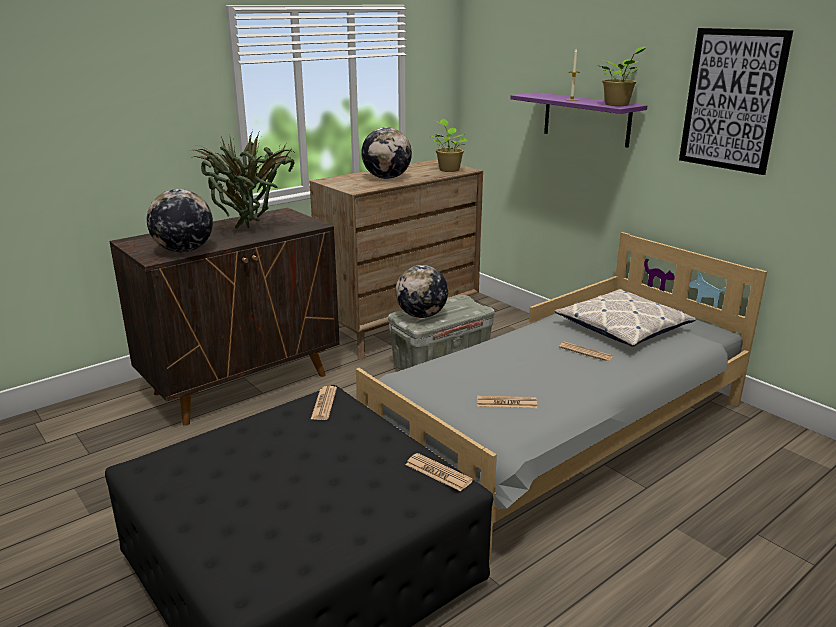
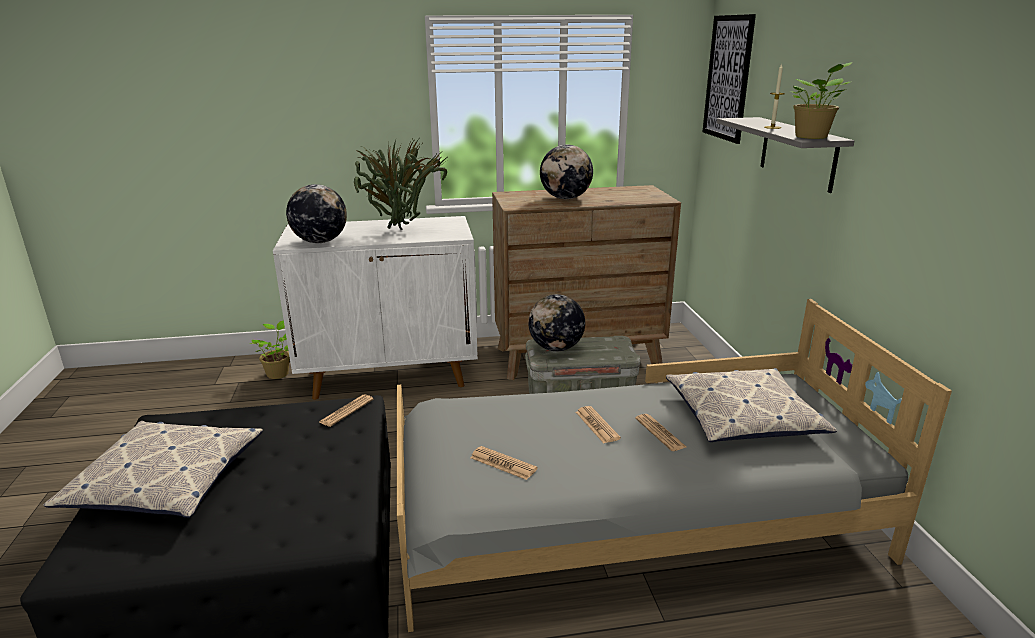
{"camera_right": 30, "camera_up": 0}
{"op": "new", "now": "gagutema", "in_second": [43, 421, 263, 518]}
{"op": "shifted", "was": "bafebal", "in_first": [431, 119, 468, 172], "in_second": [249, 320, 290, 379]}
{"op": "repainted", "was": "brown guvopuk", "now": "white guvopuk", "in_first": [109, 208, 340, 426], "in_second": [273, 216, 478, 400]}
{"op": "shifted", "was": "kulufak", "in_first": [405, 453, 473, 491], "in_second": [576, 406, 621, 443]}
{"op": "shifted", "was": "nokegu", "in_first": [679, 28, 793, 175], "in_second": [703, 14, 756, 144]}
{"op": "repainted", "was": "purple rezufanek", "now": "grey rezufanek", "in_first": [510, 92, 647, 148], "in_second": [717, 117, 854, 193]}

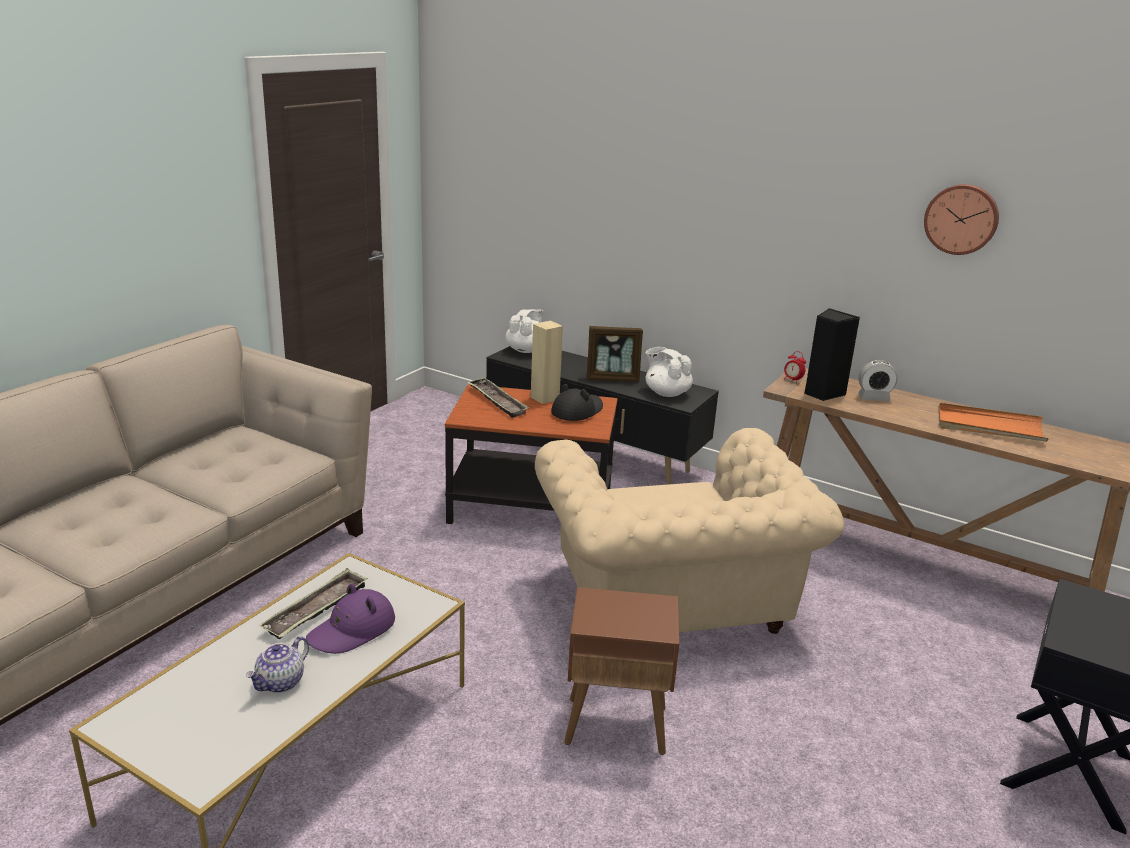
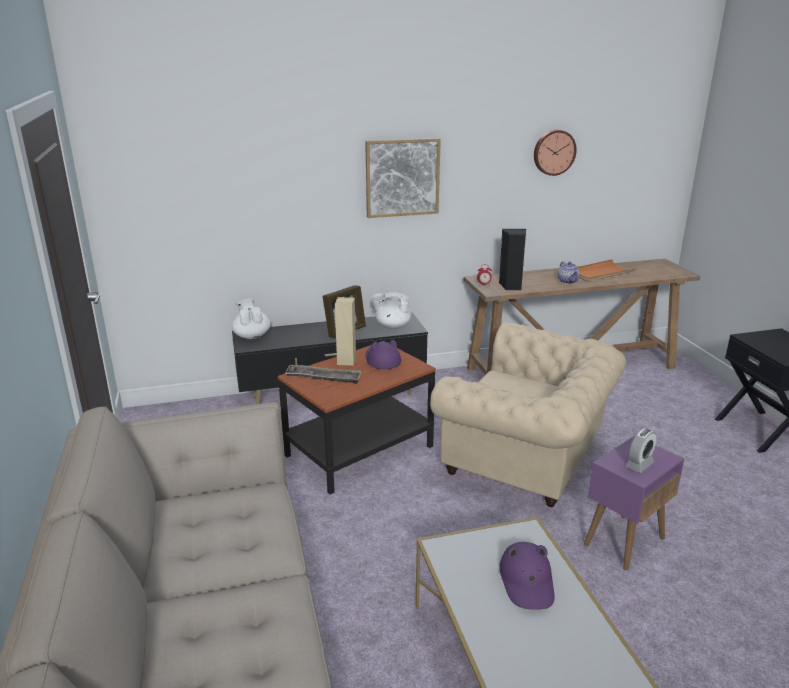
{"camera_right": -45, "camera_up": 0}
{"op": "new", "now": "nokegu", "in_second": [365, 138, 441, 218]}
{"op": "repainted", "was": "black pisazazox", "now": "purple pisazazox", "in_first": [551, 384, 603, 421], "in_second": [366, 340, 401, 369]}
{"op": "shifted", "was": "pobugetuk", "in_first": [246, 636, 309, 693], "in_second": [558, 261, 580, 284]}
{"op": "repainted", "was": "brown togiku", "now": "purple togiku", "in_first": [564, 587, 679, 755], "in_second": [584, 436, 684, 571]}
{"op": "shifted", "was": "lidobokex", "in_first": [858, 360, 897, 401], "in_second": [625, 429, 656, 473]}
{"op": "gone", "was": "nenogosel", "in_first": [259, 568, 368, 639]}

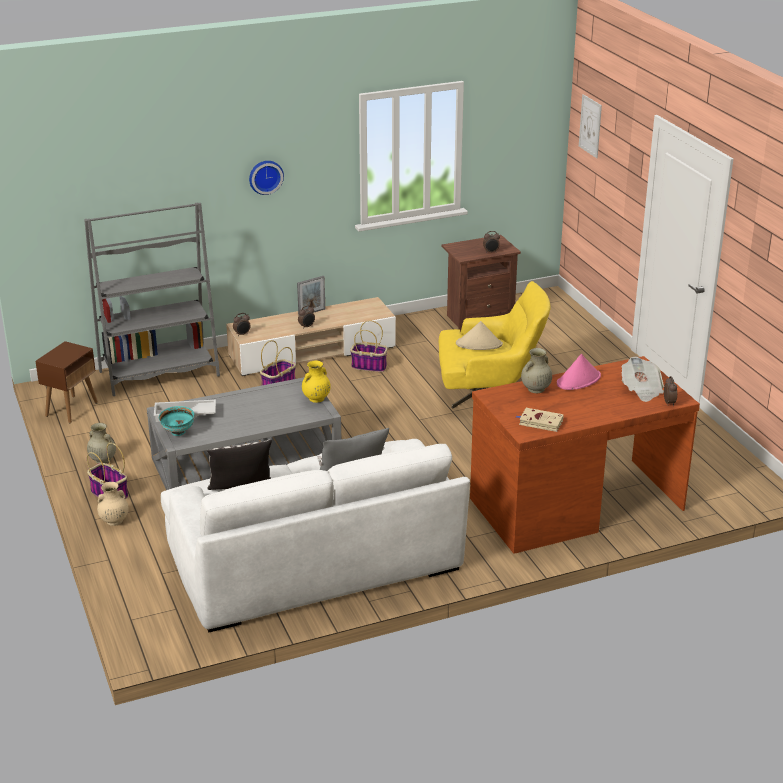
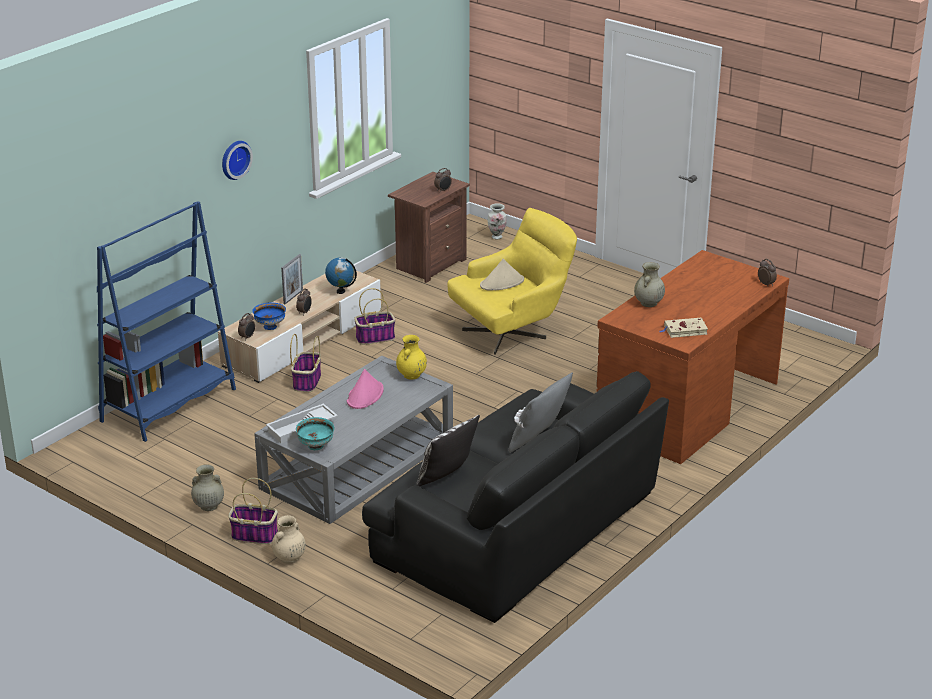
{"camera_right": -30, "camera_up": 0}
{"op": "repainted", "was": "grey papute", "now": "blue papute", "in_first": [84, 203, 220, 396], "in_second": [97, 201, 236, 442]}
{"op": "new", "now": "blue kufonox", "in_second": [252, 303, 286, 330]}
{"op": "new", "now": "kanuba", "in_second": [325, 257, 357, 294]}
{"op": "shifted", "was": "pink pisazazox", "in_first": [557, 354, 601, 390], "in_second": [347, 369, 384, 409]}
{"op": "repainted", "was": "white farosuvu", "now": "black farosuvu", "in_first": [161, 439, 470, 633], "in_second": [362, 371, 669, 623]}
{"op": "new", "now": "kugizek", "in_second": [488, 203, 507, 239]}
{"op": "gone", "was": "brown togiku", "in_first": [35, 341, 98, 423]}
{"op": "gone", "was": "nokegu", "in_first": [579, 94, 602, 158]}
{"op": "gone", "was": "kulufak", "in_first": [622, 357, 664, 402]}

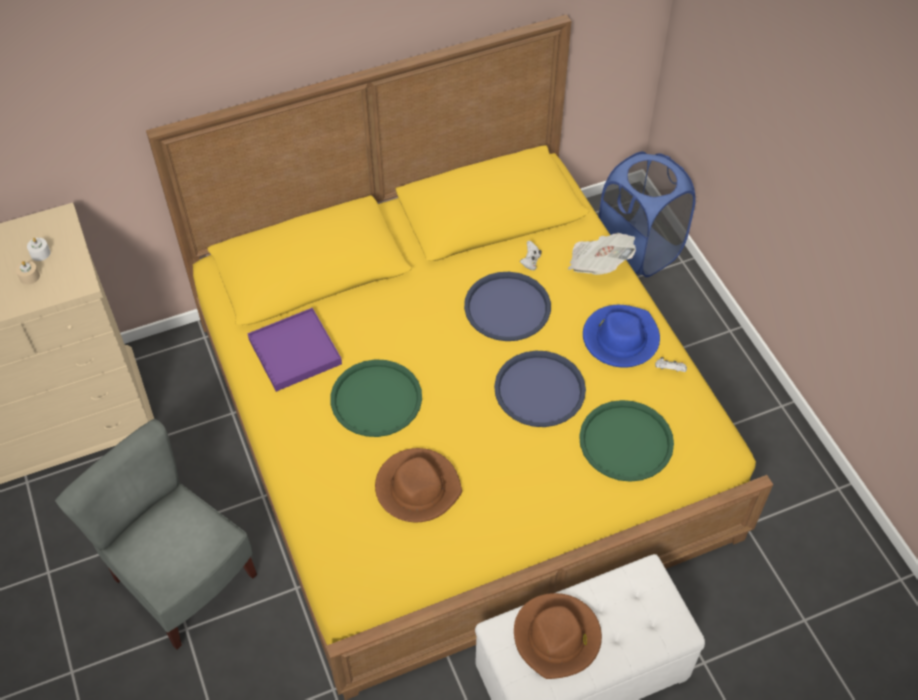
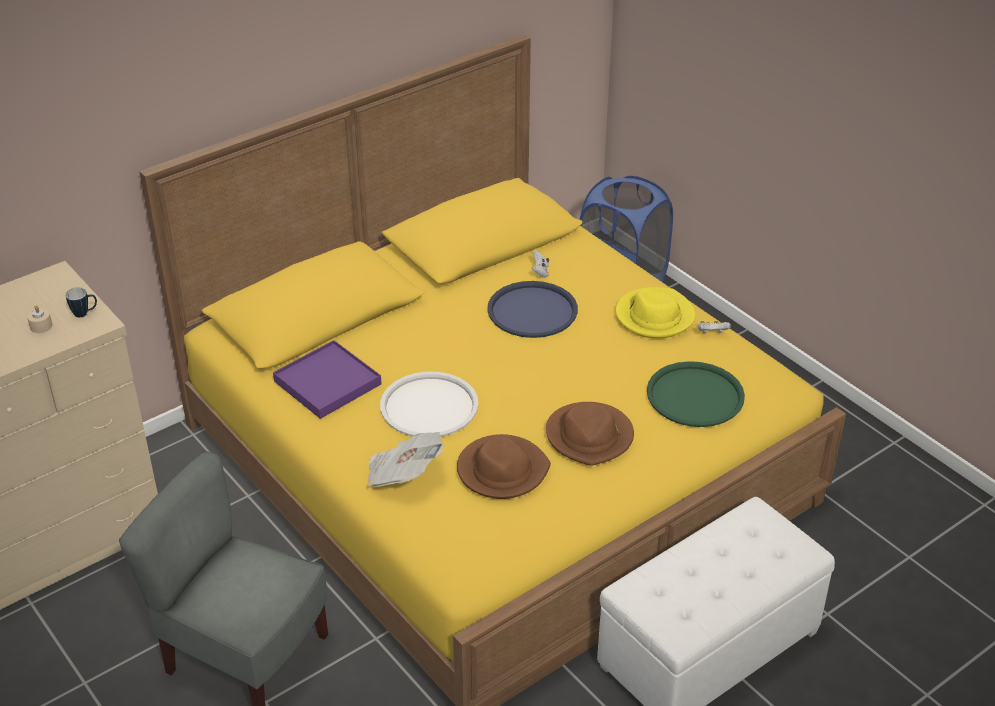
{"camera_right": -15, "camera_up": -15}
{"op": "new", "now": "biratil", "in_second": [66, 287, 97, 317]}
{"op": "shifted", "was": "kulufak", "in_first": [568, 233, 636, 275], "in_second": [367, 432, 444, 487]}
{"op": "repainted", "was": "green nenogosel", "now": "white nenogosel", "in_first": [330, 359, 422, 437], "in_second": [380, 372, 478, 437]}
{"op": "shifted", "was": "brown pisazazox", "in_first": [514, 593, 602, 679], "in_second": [546, 402, 634, 466]}
{"op": "repainted", "was": "blue pisazazox", "now": "yellow pisazazox", "in_first": [583, 305, 660, 368], "in_second": [615, 287, 695, 339]}
{"op": "gone", "was": "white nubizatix", "in_first": [27, 238, 50, 261]}
{"op": "gone", "was": "blue nenogosel", "in_first": [494, 351, 586, 427]}

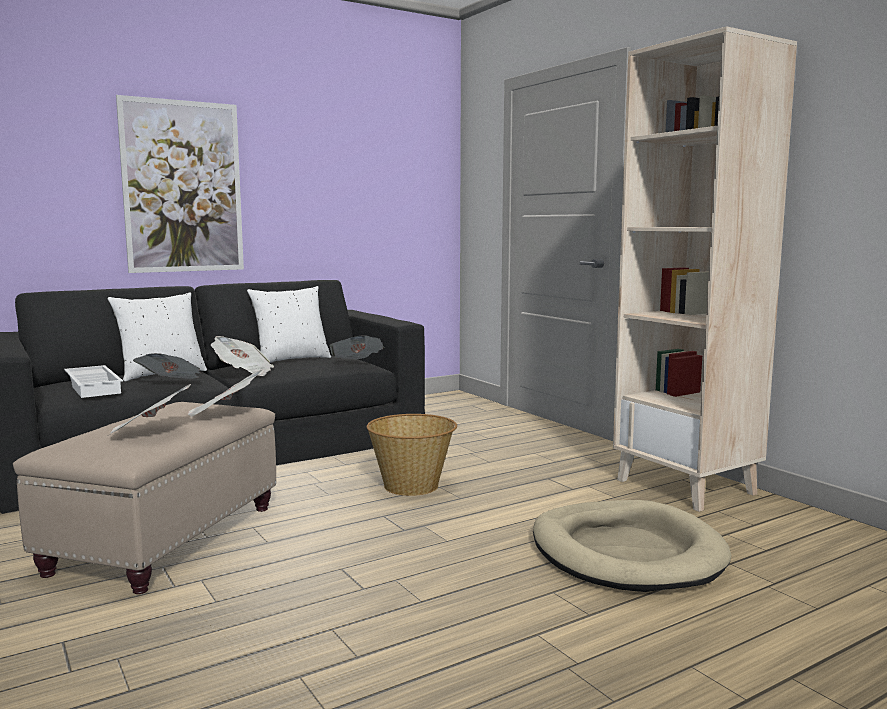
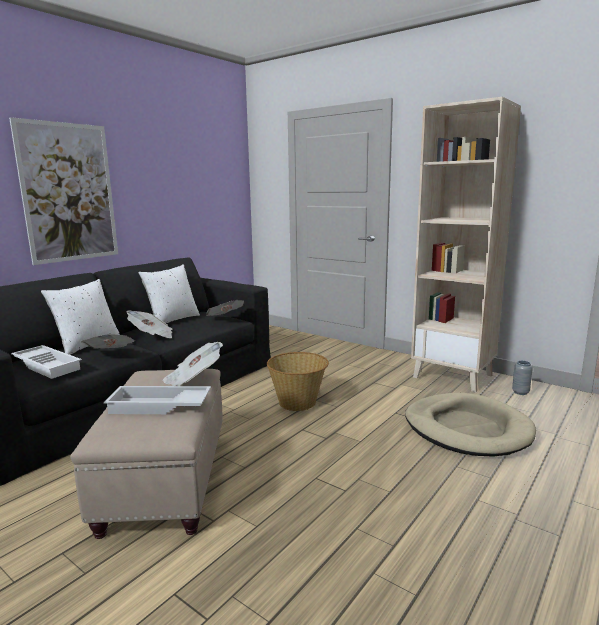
{"camera_right": -20, "camera_up": 5}
{"op": "swapped", "was": "kulufak", "now": "white nenogosel", "in_first": [106, 384, 191, 437], "in_second": [104, 386, 211, 414]}
{"op": "new", "now": "grey kugizek", "in_second": [512, 360, 533, 395]}

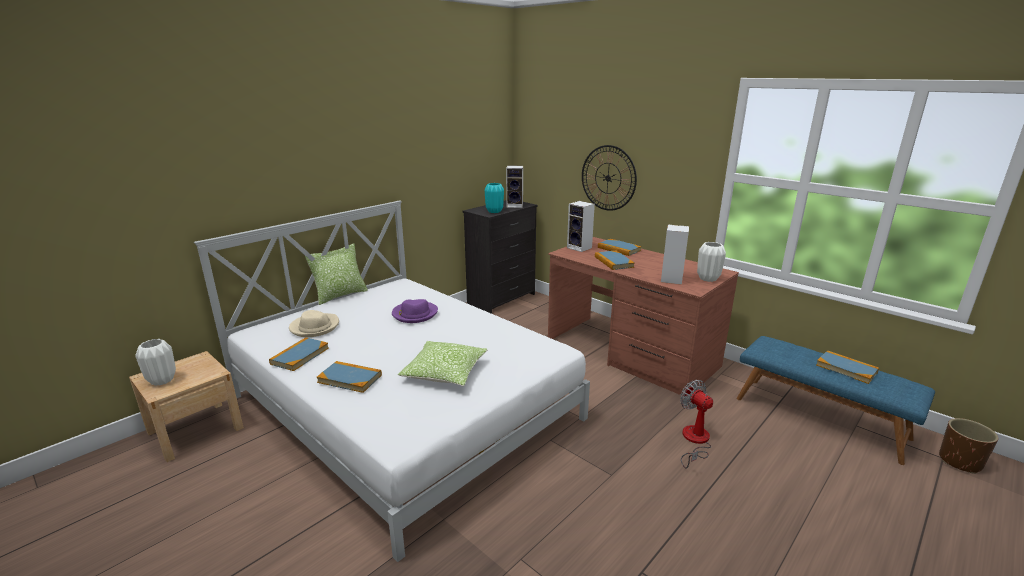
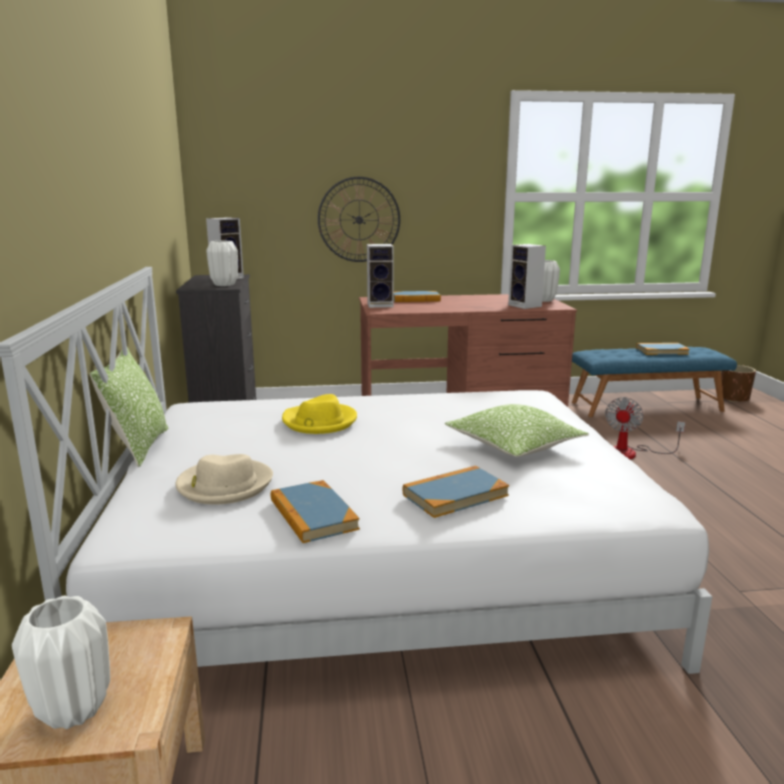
{"camera_right": -50, "camera_up": -5}
{"op": "repainted", "was": "turquoise kugizek", "now": "white kugizek", "in_first": [485, 183, 504, 213], "in_second": [206, 241, 238, 286]}
{"op": "repainted", "was": "purple pisazazox", "now": "yellow pisazazox", "in_first": [392, 299, 438, 323], "in_second": [282, 394, 357, 434]}
{"op": "rotated", "was": "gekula", "in_first": [680, 380, 713, 469], "in_second": [605, 397, 685, 459], "clockwise": -75}
{"op": "gone", "was": "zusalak", "in_first": [595, 251, 634, 270]}

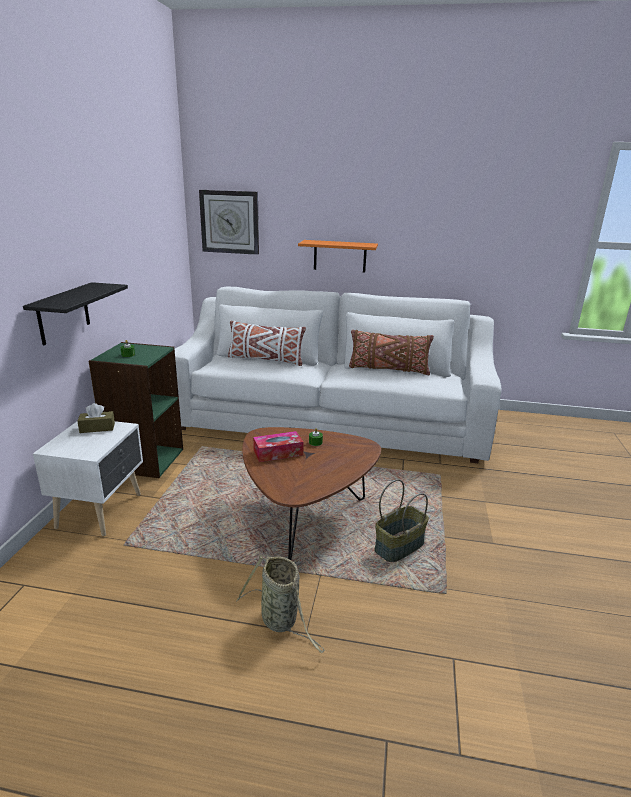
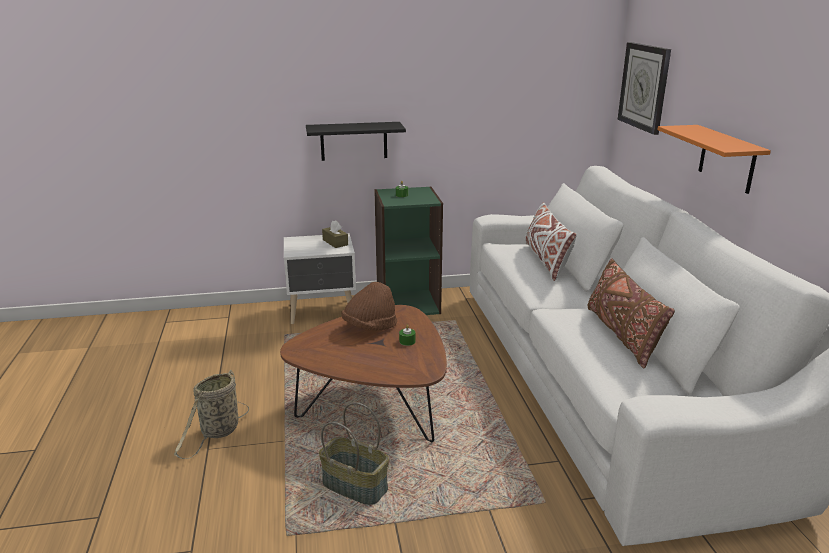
{"camera_right": 70, "camera_up": 0}
{"op": "swapped", "was": "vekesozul", "now": "brown pisazazox", "in_first": [253, 431, 304, 462], "in_second": [342, 282, 397, 331]}

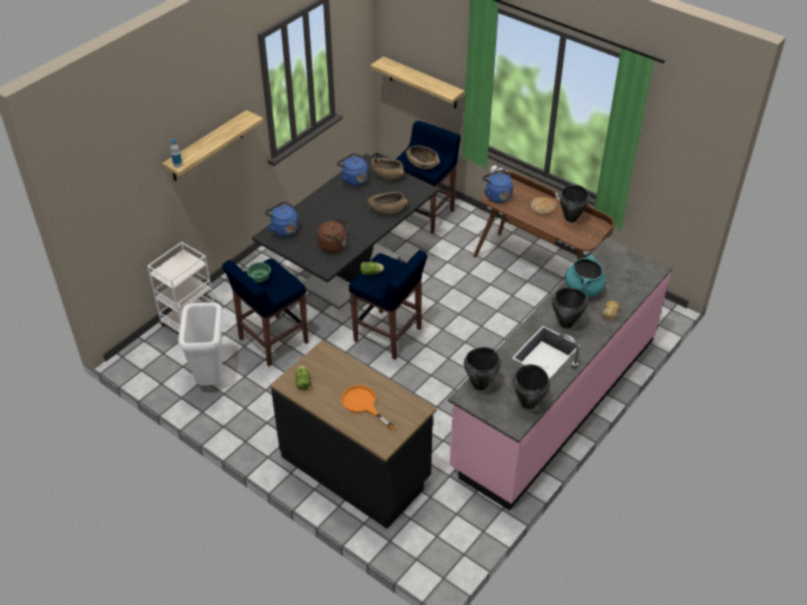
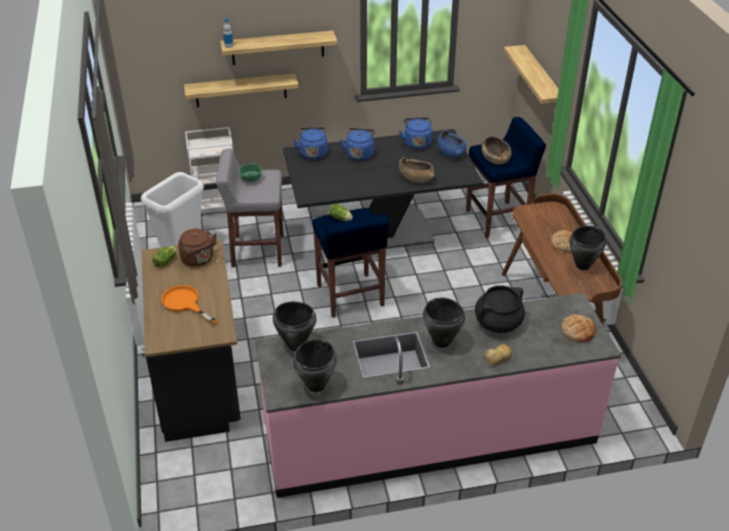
{"camera_right": 40, "camera_up": -5}
{"op": "rotated", "was": "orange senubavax", "in_first": [341, 385, 396, 430], "in_second": [161, 285, 218, 325], "clockwise": -45}
{"op": "shifted", "was": "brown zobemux", "in_first": [318, 219, 350, 253], "in_second": [178, 229, 217, 266]}
{"op": "new", "now": "rezufanek", "in_second": [184, 73, 299, 107]}
{"op": "repainted", "was": "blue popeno", "now": "grey popeno", "in_first": [222, 259, 308, 366], "in_second": [216, 149, 284, 267]}
{"op": "shifted", "was": "blue zobemux", "in_first": [483, 170, 513, 203], "in_second": [340, 128, 375, 161]}
{"op": "repainted", "was": "brown kufonox", "now": "blue kufonox", "in_first": [371, 157, 404, 180], "in_second": [438, 130, 467, 158]}
{"op": "repainted", "was": "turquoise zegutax", "now": "black zegutax", "in_first": [565, 255, 606, 297], "in_second": [475, 285, 525, 333]}
{"op": "new", "now": "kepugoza", "in_second": [561, 314, 596, 342]}

